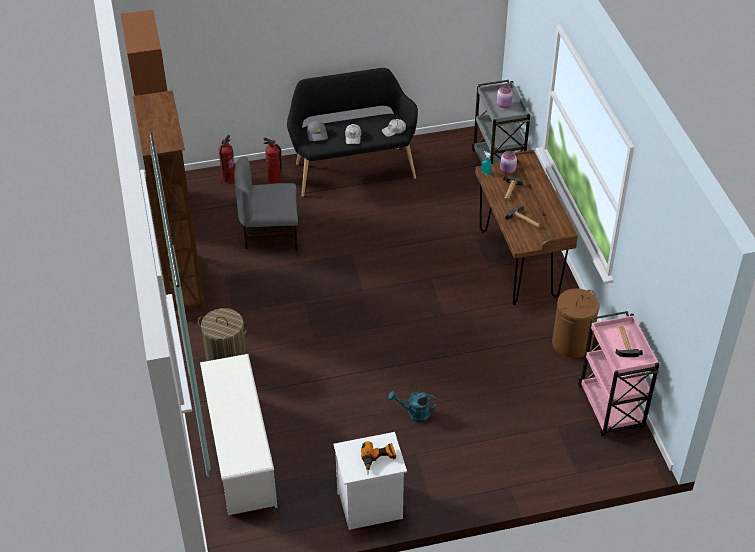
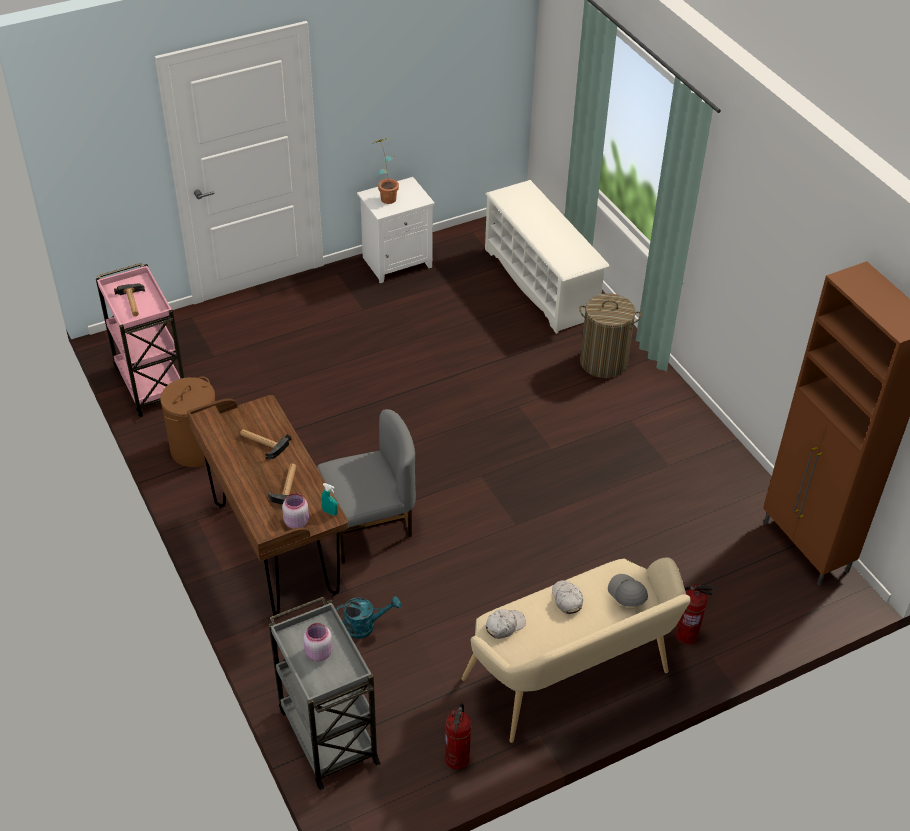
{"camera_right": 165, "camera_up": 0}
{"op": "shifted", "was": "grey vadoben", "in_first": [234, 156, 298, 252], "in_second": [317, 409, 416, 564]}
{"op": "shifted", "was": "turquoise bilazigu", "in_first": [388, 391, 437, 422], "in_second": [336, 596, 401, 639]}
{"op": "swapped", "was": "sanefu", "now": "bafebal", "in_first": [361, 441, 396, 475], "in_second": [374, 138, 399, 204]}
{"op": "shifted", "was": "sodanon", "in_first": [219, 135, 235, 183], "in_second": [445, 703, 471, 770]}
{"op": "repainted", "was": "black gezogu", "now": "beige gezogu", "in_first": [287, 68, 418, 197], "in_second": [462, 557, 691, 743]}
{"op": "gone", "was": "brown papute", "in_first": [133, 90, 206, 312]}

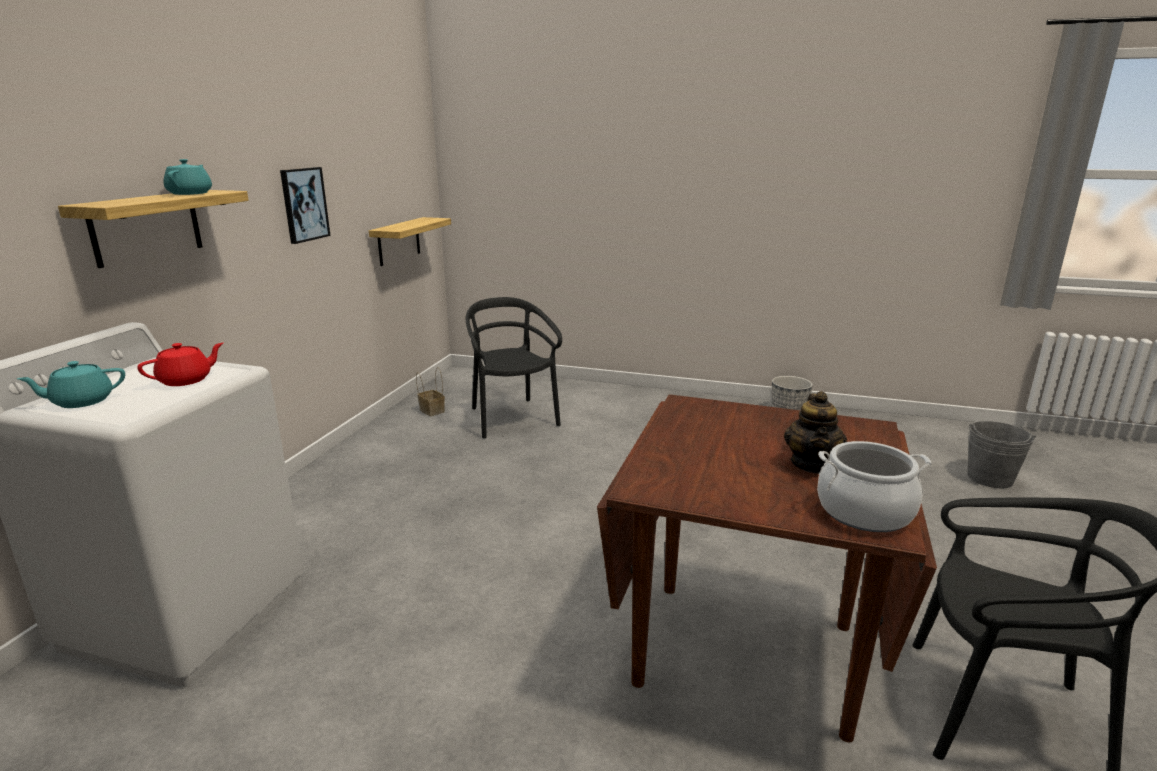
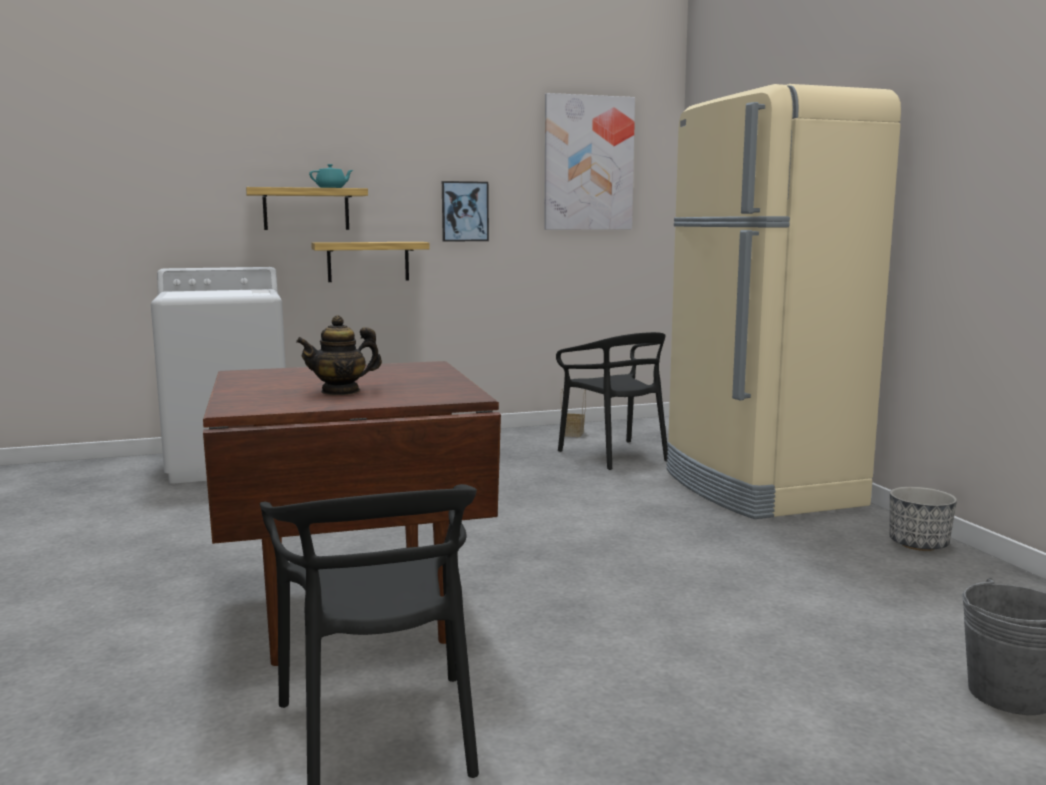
{"camera_right": 55, "camera_up": -10}
{"op": "shifted", "was": "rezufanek", "in_first": [369, 217, 451, 266], "in_second": [311, 242, 430, 282]}
{"op": "new", "now": "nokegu", "in_second": [544, 93, 635, 230]}
{"op": "rotated", "was": "black vadoben", "in_first": [466, 297, 562, 439], "in_second": [556, 332, 668, 470], "clockwise": 120}
{"op": "new", "now": "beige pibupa", "in_second": [666, 84, 901, 519]}
{"op": "gone", "was": "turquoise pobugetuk", "in_first": [17, 361, 125, 408]}
{"op": "gone", "was": "red pobugetuk", "in_first": [137, 343, 223, 386]}
{"op": "gone", "was": "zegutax", "in_first": [817, 441, 931, 532]}

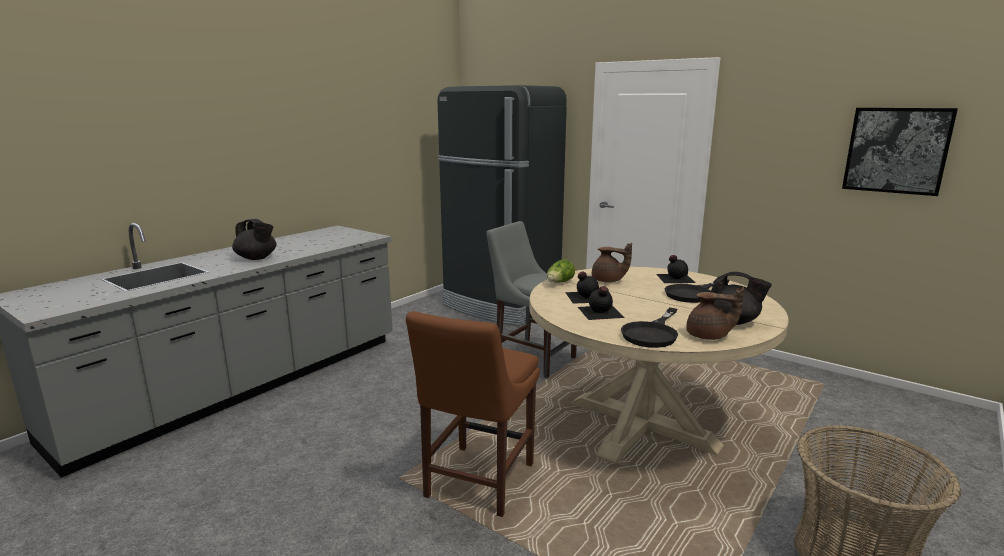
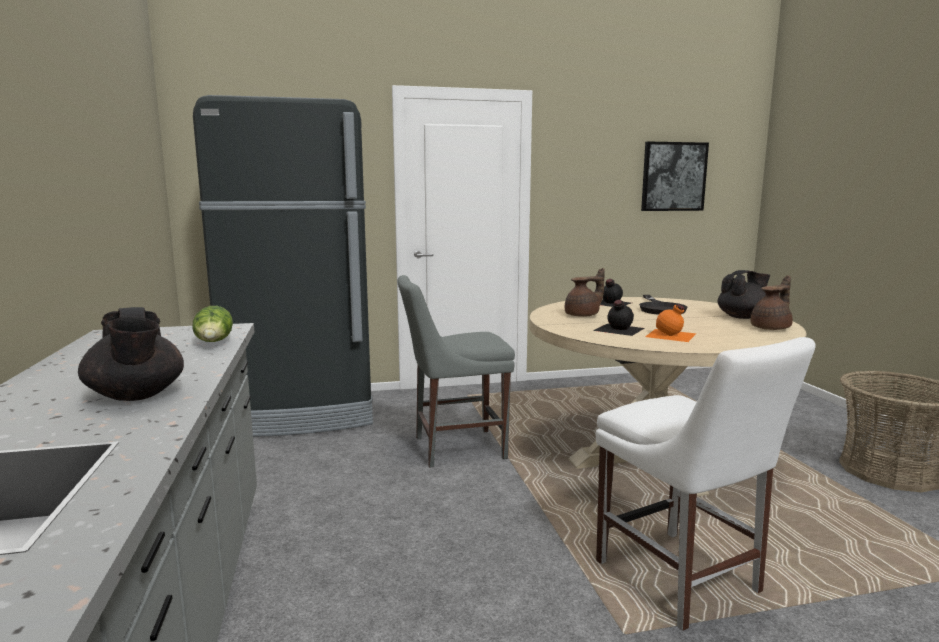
{"camera_right": -50, "camera_up": -5}
{"op": "rotated", "was": "black pobugetuk", "in_first": [232, 219, 277, 260], "in_second": [78, 307, 184, 401], "clockwise": 75}
{"op": "shifted", "was": "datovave", "in_first": [547, 259, 575, 283], "in_second": [192, 306, 233, 342]}
{"op": "repainted", "was": "brown vadoben", "now": "white vadoben", "in_first": [406, 311, 540, 517], "in_second": [595, 337, 816, 631]}
{"op": "repainted", "was": "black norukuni", "now": "orange norukuni", "in_first": [578, 286, 625, 320], "in_second": [645, 304, 696, 342]}
{"op": "gone", "was": "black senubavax", "in_first": [621, 307, 678, 348]}

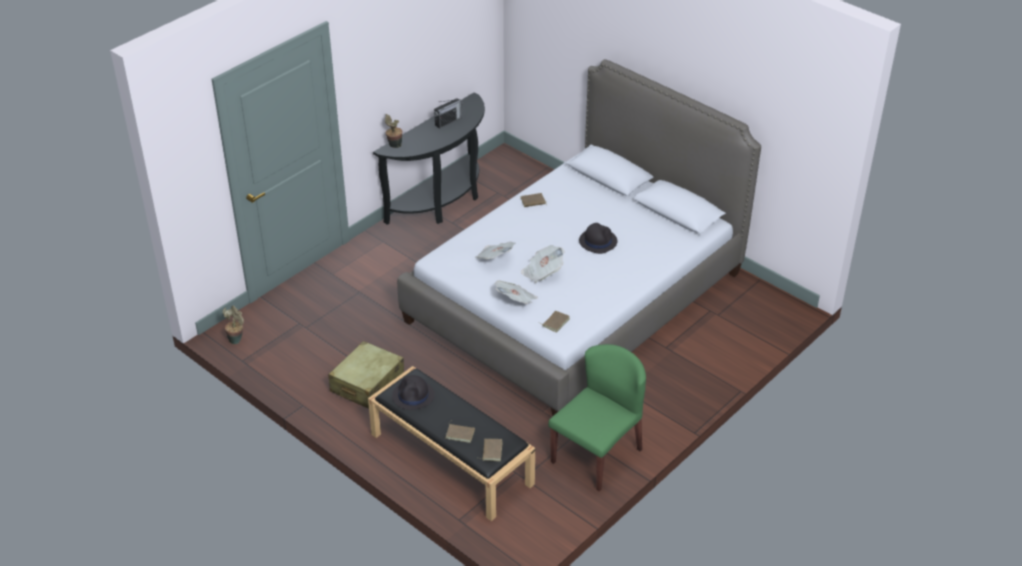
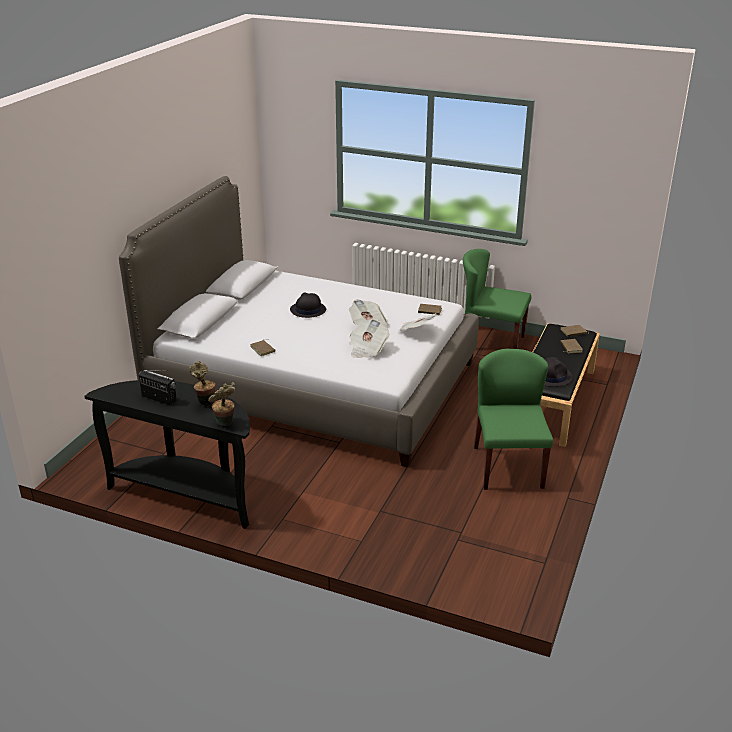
{"camera_right": -110, "camera_up": -10}
{"op": "shifted", "was": "bafebal", "in_first": [223, 306, 244, 344], "in_second": [189, 361, 215, 407]}
{"op": "swapped", "was": "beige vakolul", "now": "green vadoben", "in_first": [328, 341, 405, 409], "in_second": [474, 349, 553, 490]}

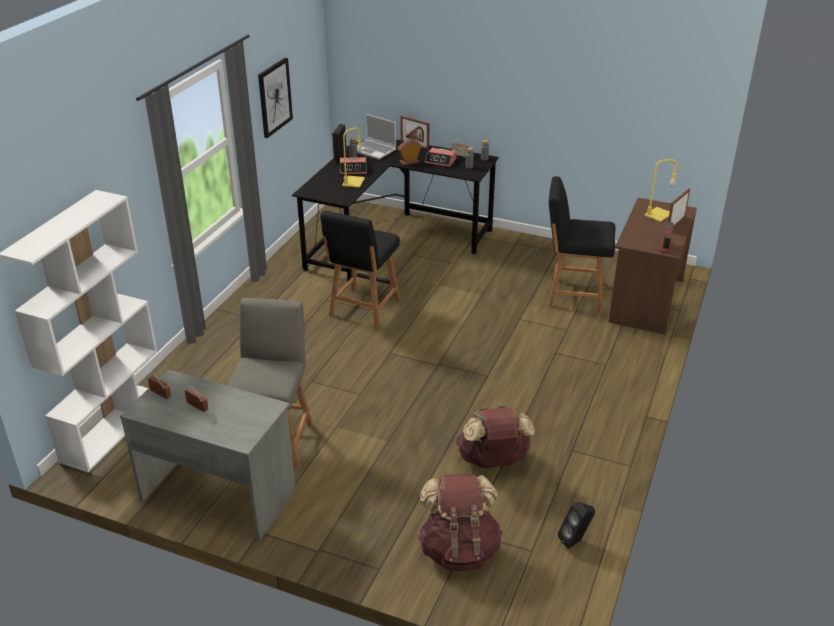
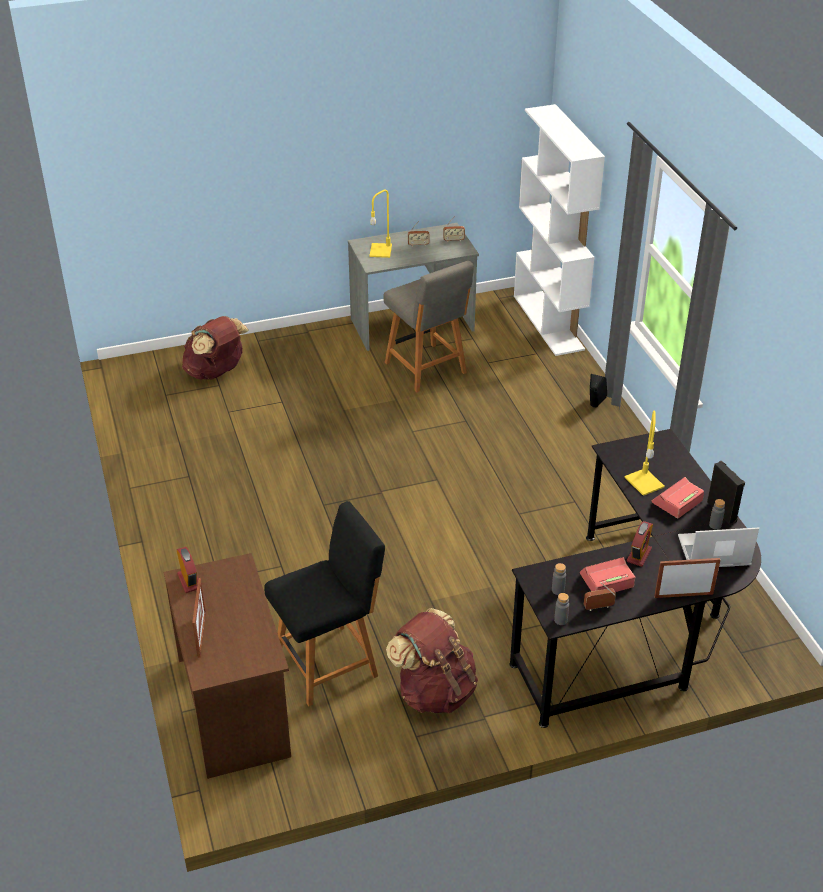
{"camera_right": 140, "camera_up": 5}
{"op": "shifted", "was": "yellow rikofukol", "in_first": [644, 159, 677, 222], "in_second": [369, 190, 392, 258]}
{"op": "shifted", "was": "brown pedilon", "in_first": [456, 406, 535, 468], "in_second": [386, 608, 478, 713]}
{"op": "shifted", "was": "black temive", "in_first": [558, 502, 595, 549], "in_second": [590, 374, 607, 408]}
{"op": "gone", "was": "nokegu", "in_first": [258, 57, 293, 138]}
{"op": "gone", "was": "black vadoben", "in_first": [320, 211, 401, 328]}

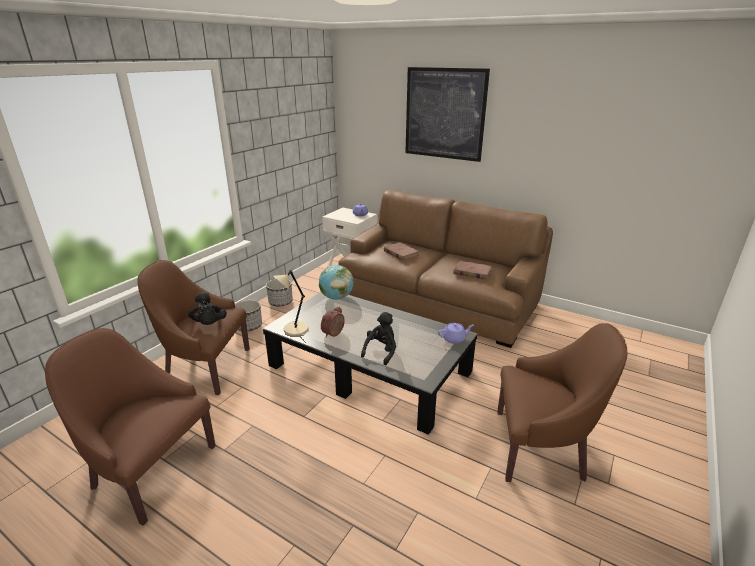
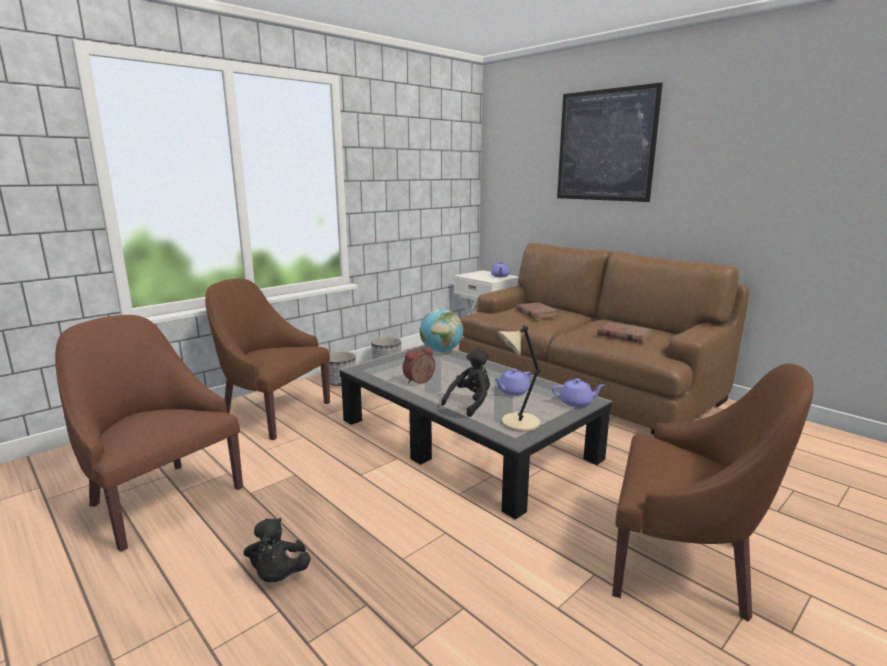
{"camera_right": 15, "camera_up": -10}
{"op": "shifted", "was": "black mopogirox", "in_first": [188, 292, 227, 325], "in_second": [244, 518, 311, 582]}
{"op": "new", "now": "purple pobugetuk", "in_second": [495, 369, 531, 396]}
{"op": "shifted", "was": "beige rikofukol", "in_first": [273, 270, 308, 336], "in_second": [498, 325, 541, 432]}

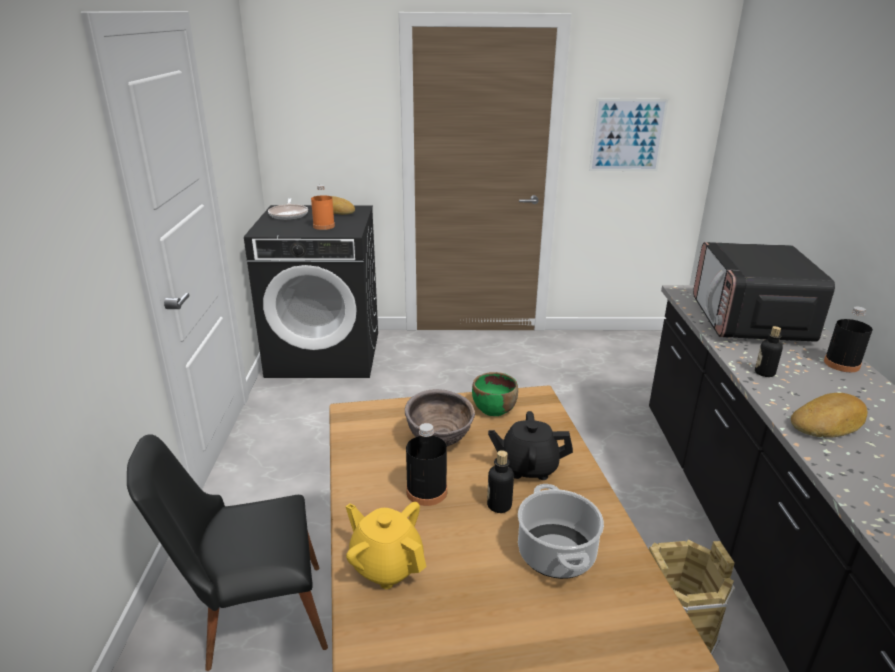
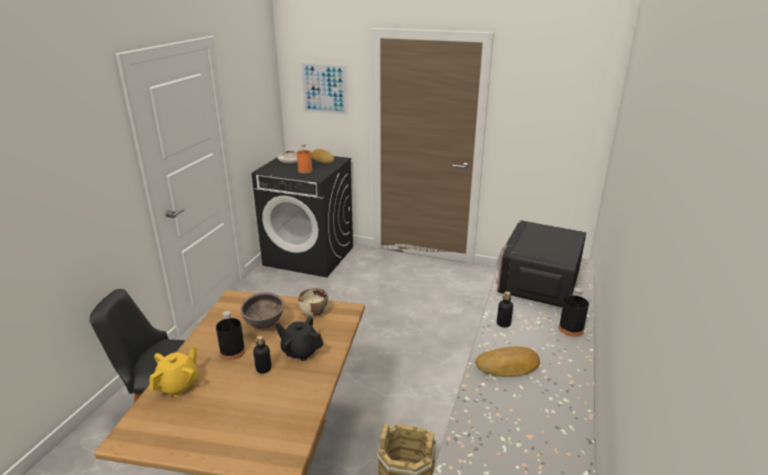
{"camera_right": 20, "camera_up": 0}
{"op": "rotated", "was": "yellow pobugetuk", "in_first": [345, 502, 426, 589], "in_second": [149, 346, 199, 397], "clockwise": 60}
{"op": "repainted", "was": "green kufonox", "now": "beige kufonox", "in_first": [472, 372, 518, 416], "in_second": [299, 288, 329, 317]}
{"op": "shifted", "was": "nokegu", "in_first": [589, 98, 668, 171], "in_second": [300, 62, 348, 116]}
{"op": "gone", "was": "zegutax", "in_first": [518, 484, 604, 579]}

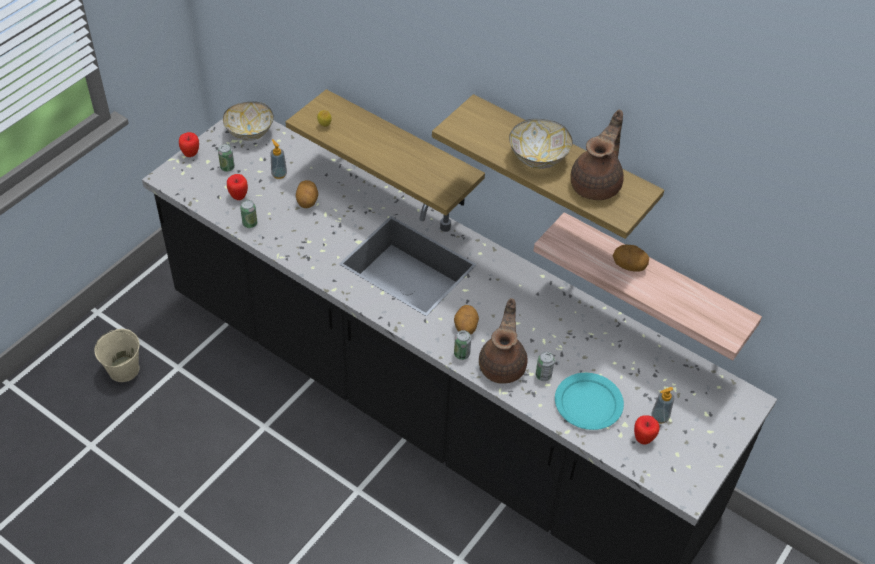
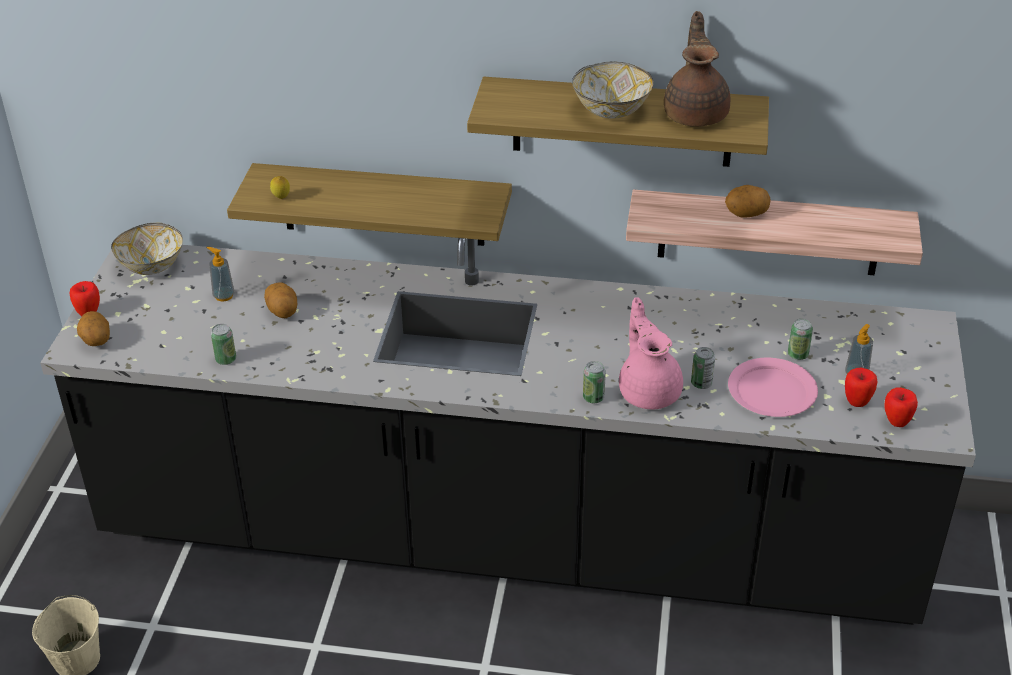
{"camera_right": -25, "camera_up": -10}
{"op": "shifted", "was": "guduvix", "in_first": [454, 305, 479, 334], "in_second": [77, 311, 110, 346]}
{"op": "repainted", "was": "brown pobugetuk", "now": "pink pobugetuk", "in_first": [479, 298, 528, 384], "in_second": [619, 298, 683, 410]}
{"op": "repainted", "was": "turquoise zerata", "now": "pink zerata", "in_first": [555, 373, 624, 430], "in_second": [728, 358, 818, 417]}
{"op": "shifted", "was": "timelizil", "in_first": [218, 144, 235, 172], "in_second": [788, 319, 813, 360]}
{"op": "shifted", "was": "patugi", "in_first": [227, 174, 248, 200], "in_second": [884, 387, 918, 427]}

